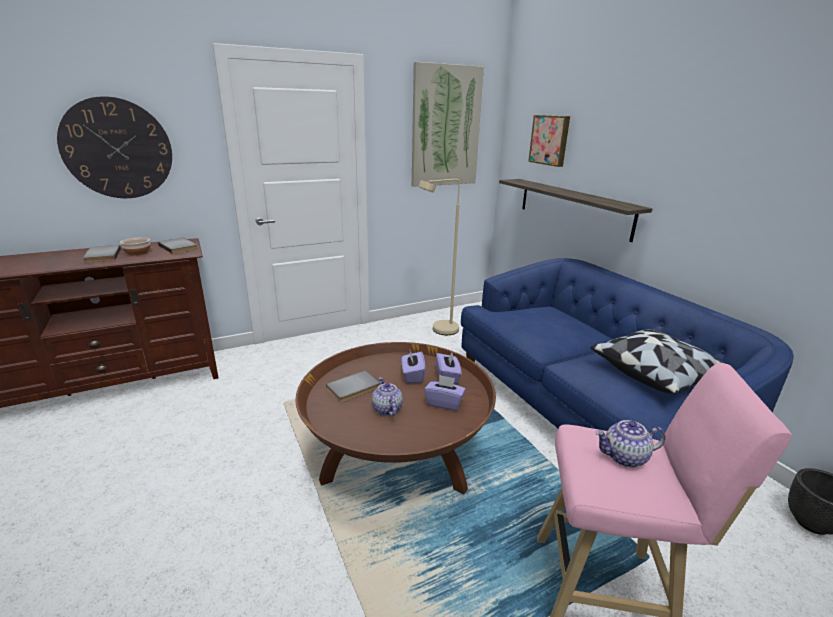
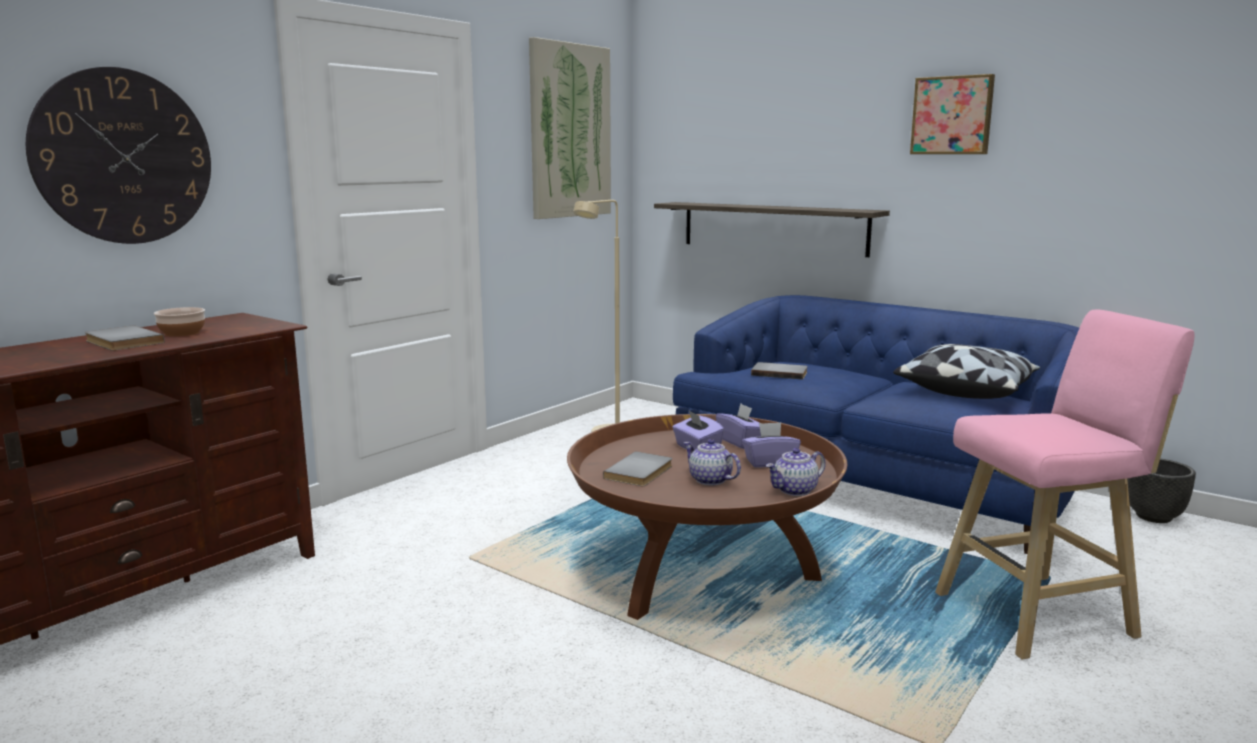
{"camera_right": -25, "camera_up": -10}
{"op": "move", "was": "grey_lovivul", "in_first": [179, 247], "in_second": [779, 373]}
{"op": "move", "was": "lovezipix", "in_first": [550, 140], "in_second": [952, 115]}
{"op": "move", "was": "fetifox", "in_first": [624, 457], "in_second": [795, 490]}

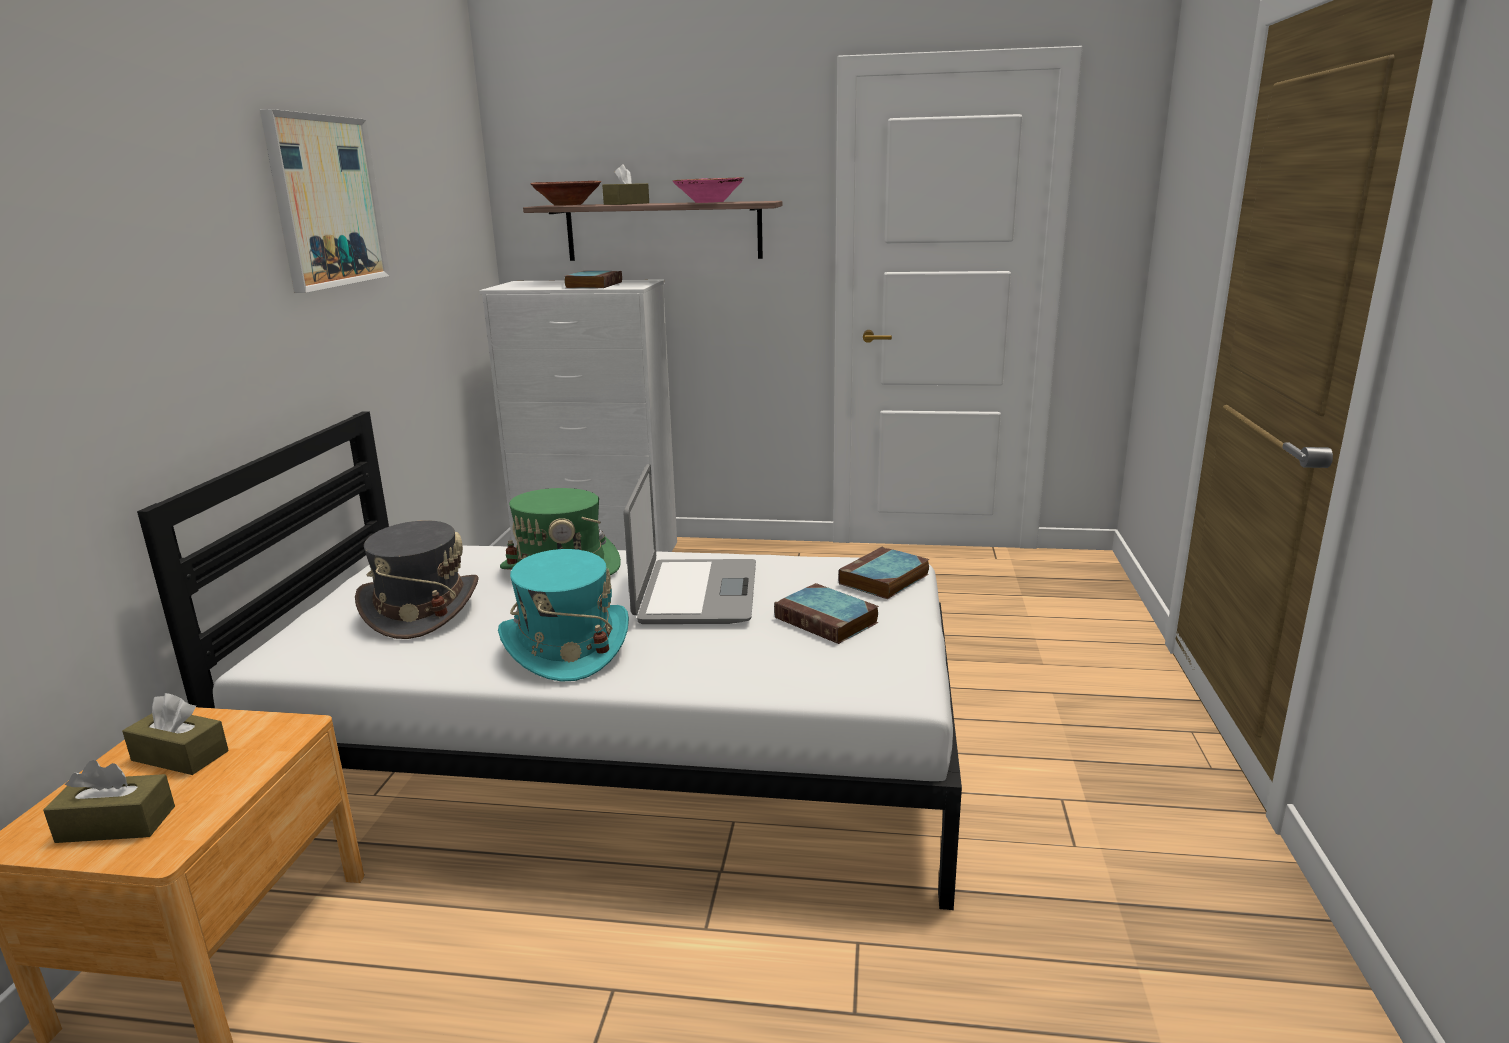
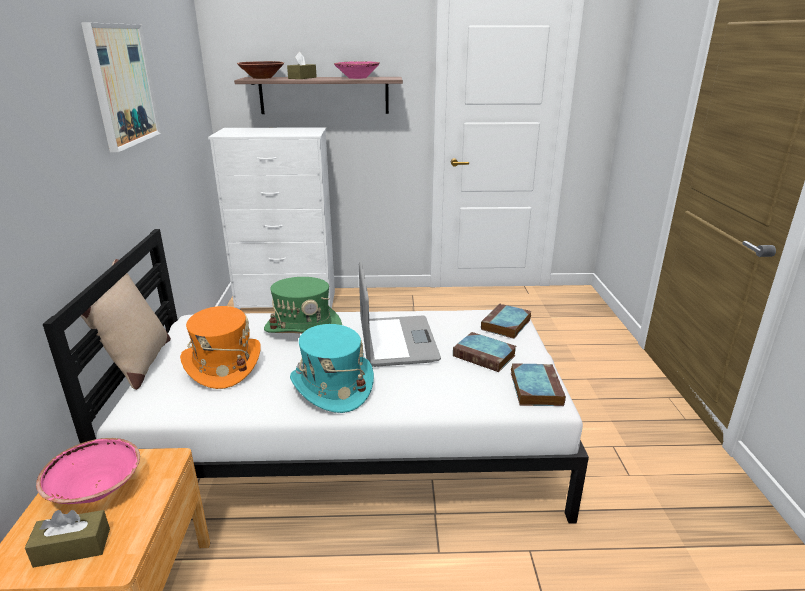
{"camera_right": -10, "camera_up": 5}
{"op": "replace", "was": "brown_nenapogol", "now": "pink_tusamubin", "in_first": [180, 756], "in_second": [95, 489]}
{"op": "recolor", "was": "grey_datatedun", "now": "orange_datatedun", "in_first": [421, 609], "in_second": [223, 365]}
{"op": "move", "was": "lovivul", "in_first": [594, 285], "in_second": [535, 388]}
{"op": "insert", "now": "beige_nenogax", "in_second": [138, 365]}

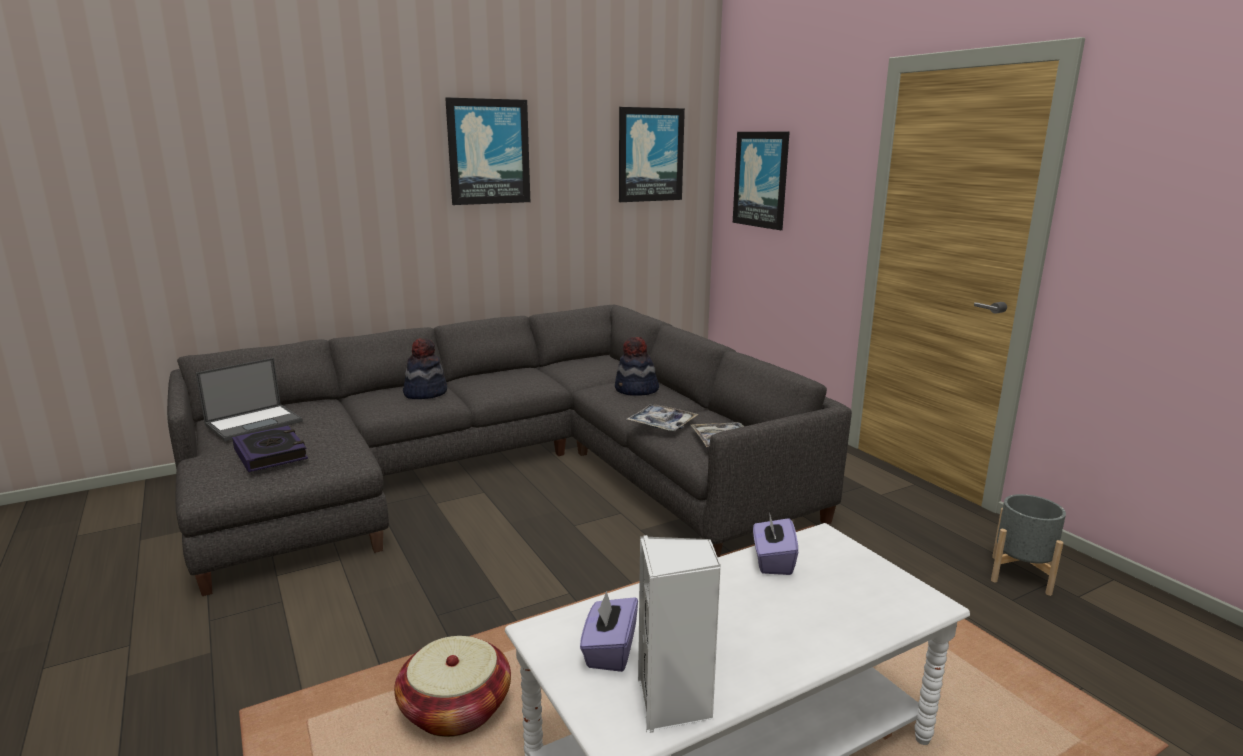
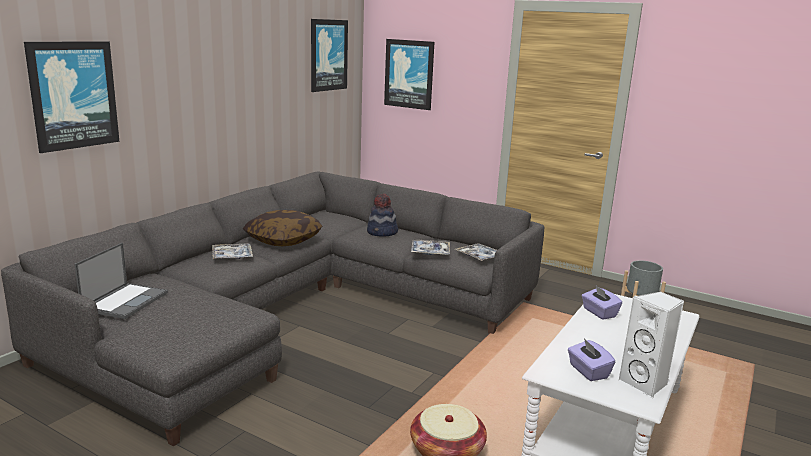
{"camera_right": -30, "camera_up": 0}
{"op": "delete", "was": "lovivul", "in_first": [271, 454]}
{"op": "replace", "was": "datatedun", "now": "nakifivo", "in_first": [425, 393], "in_second": [232, 256]}
{"op": "move", "was": "lovezipix", "in_first": [488, 152], "in_second": [73, 95]}
{"op": "insert", "now": "nenogax", "in_second": [283, 240]}

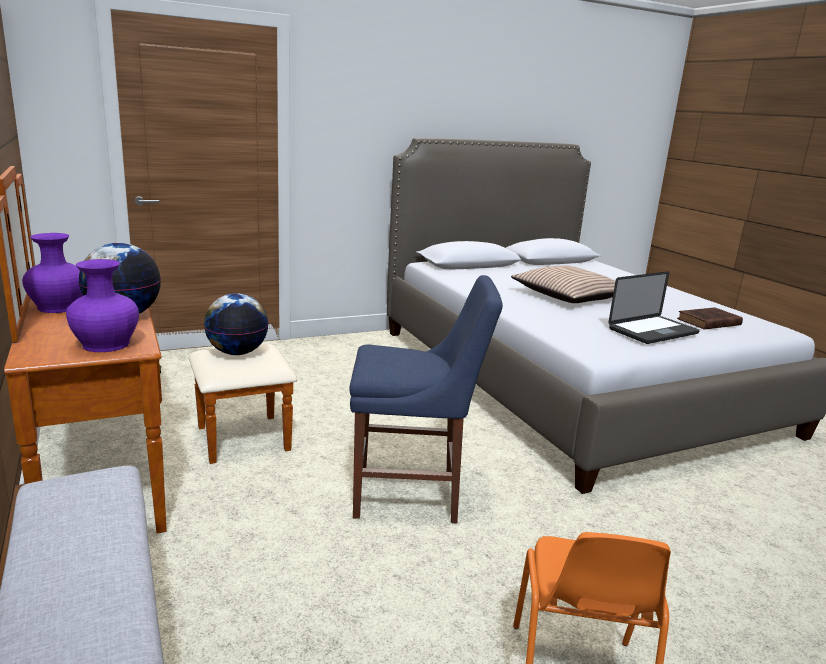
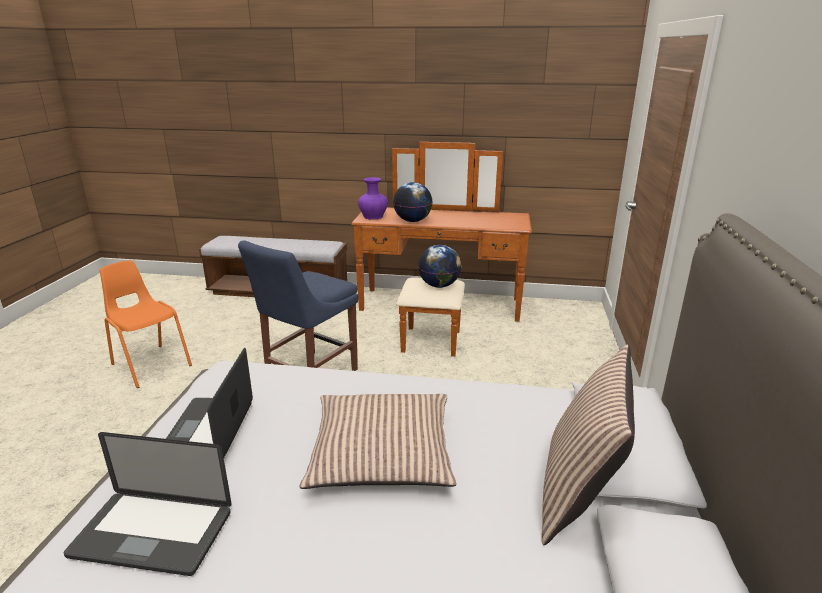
{"camera_right": 125, "camera_up": 5}
{"op": "delete", "was": "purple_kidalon", "in_first": [58, 307]}
{"op": "replace", "was": "brown_lovivul", "now": "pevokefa", "in_first": [707, 322], "in_second": [152, 534]}
{"op": "insert", "now": "nenogax", "in_second": [578, 494]}

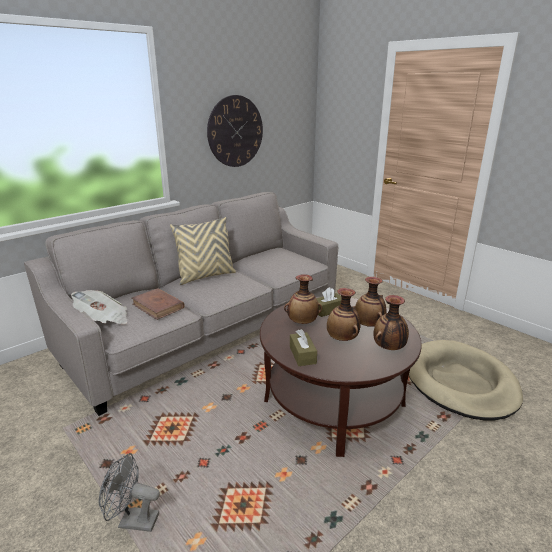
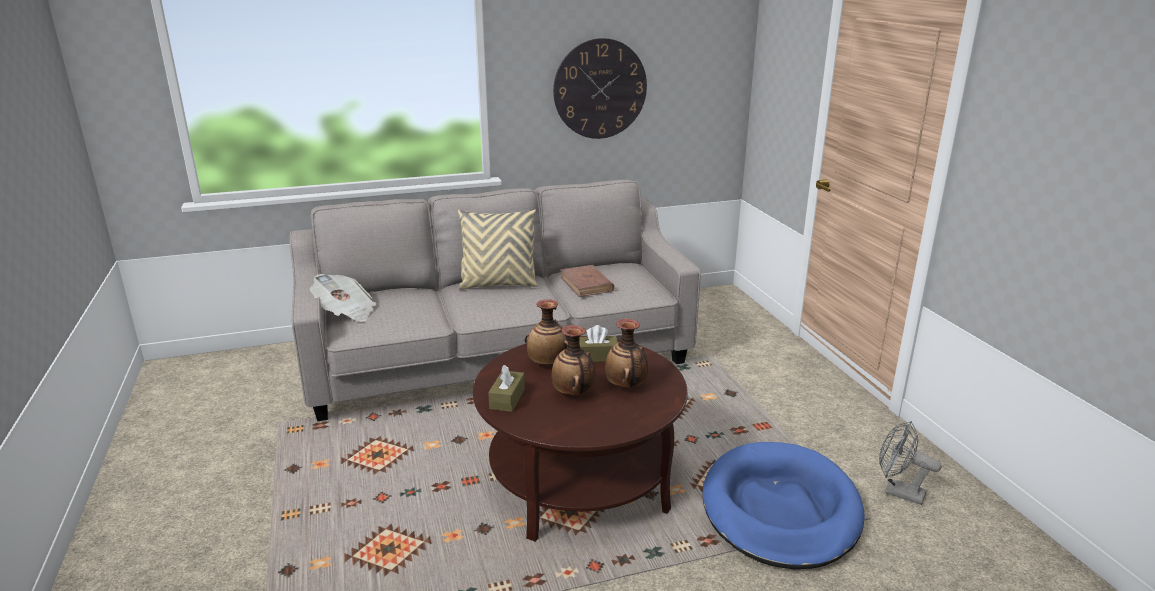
{"camera_right": 25, "camera_up": 0}
{"op": "move", "was": "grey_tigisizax", "in_first": [132, 521], "in_second": [897, 492]}
{"op": "move", "was": "brown_lovivul", "in_first": [158, 306], "in_second": [586, 284]}
{"op": "delete", "was": "kidalon", "in_first": [389, 348]}
{"op": "recolor", "was": "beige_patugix", "now": "blue_patugix", "in_first": [460, 382], "in_second": [780, 509]}

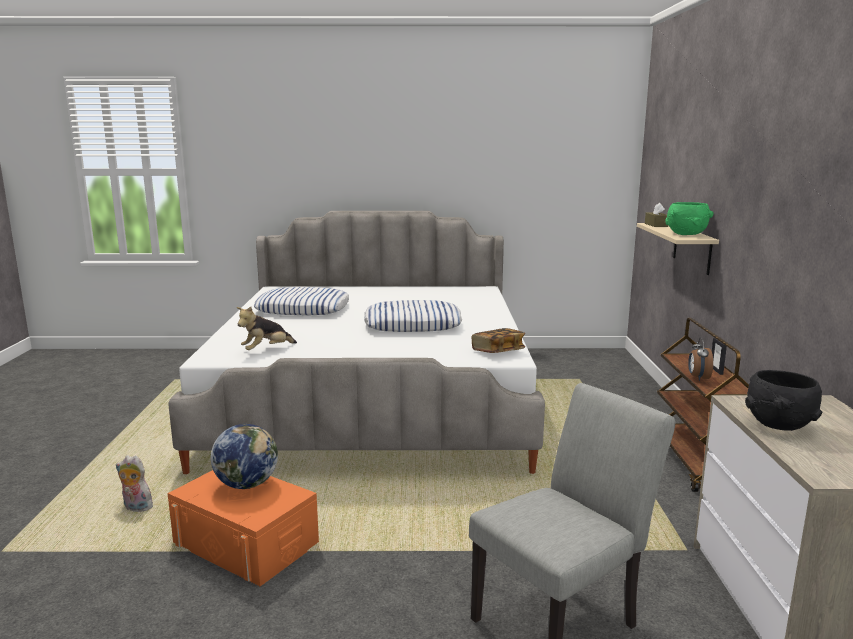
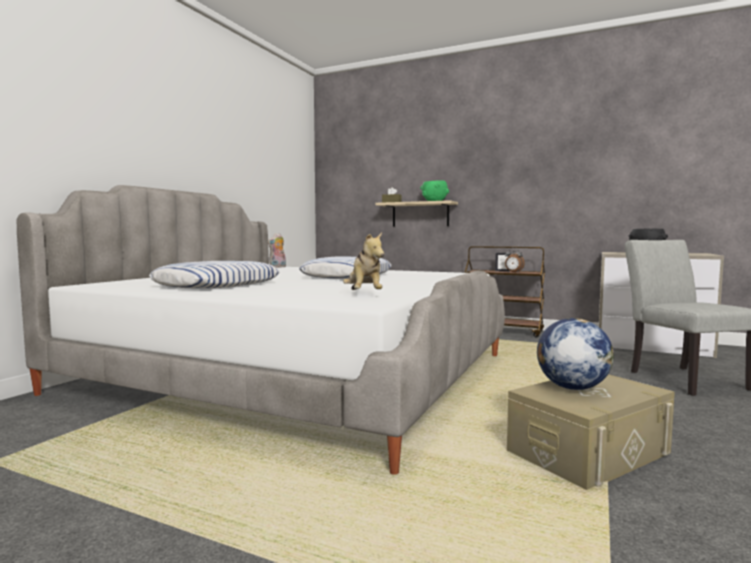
{"camera_right": -65, "camera_up": -10}
{"op": "move", "was": "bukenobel", "in_first": [136, 508], "in_second": [278, 267]}
{"op": "recolor", "was": "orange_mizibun", "now": "beige_mizibun", "in_first": [246, 543], "in_second": [588, 452]}
{"op": "delete", "was": "lovivul", "in_first": [498, 351]}

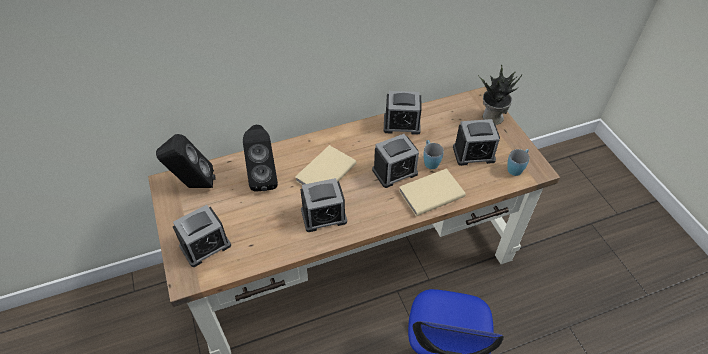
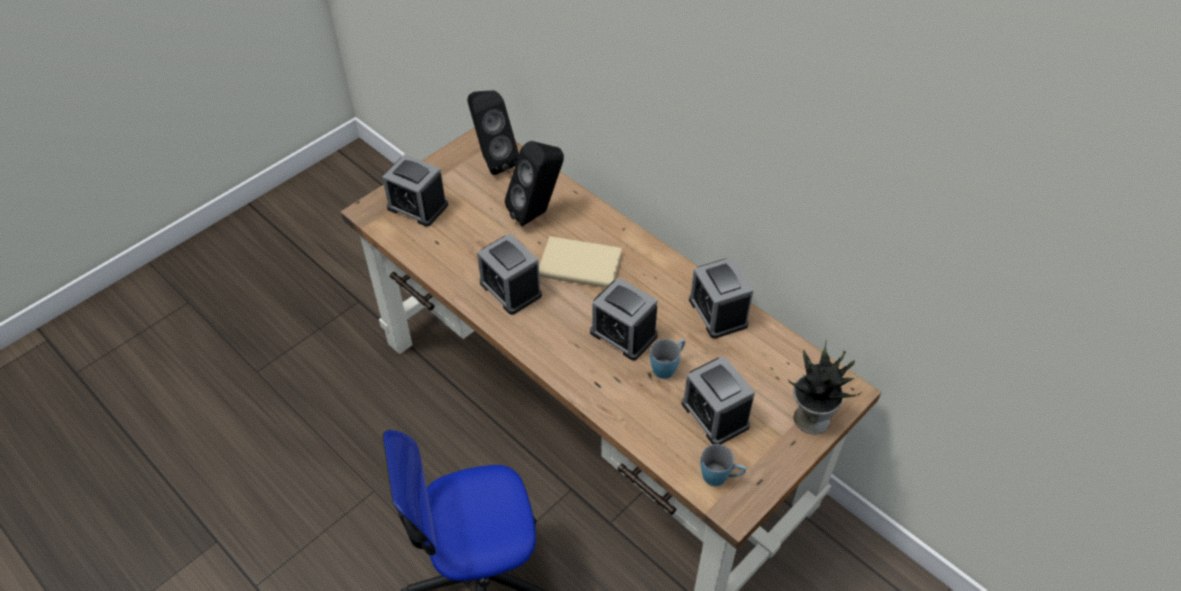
{"camera_right": 65, "camera_up": 0}
{"op": "delete", "was": "beige_lovivul", "in_first": [430, 193]}

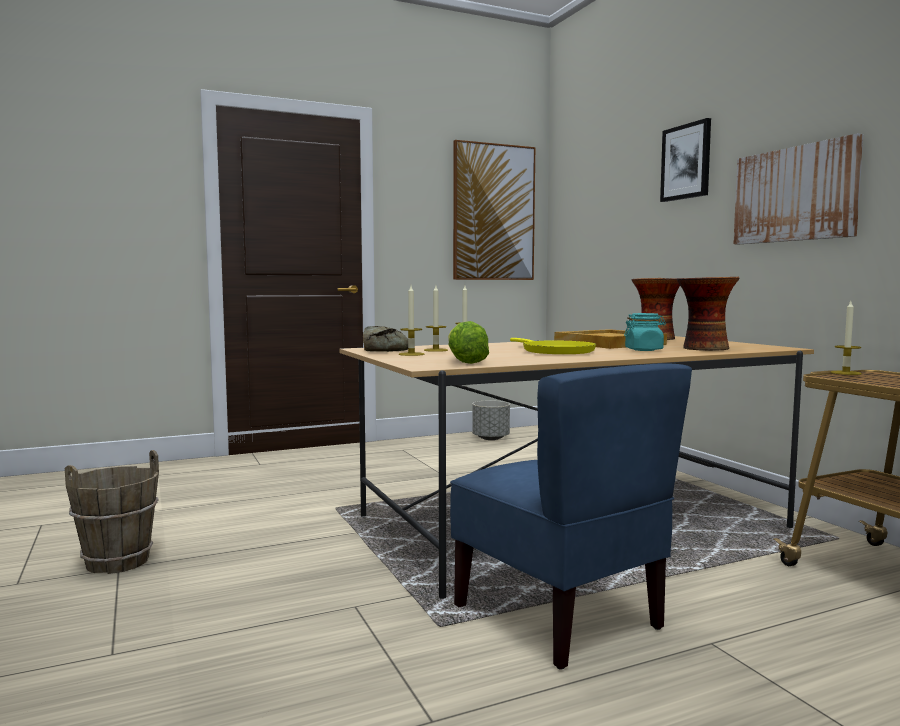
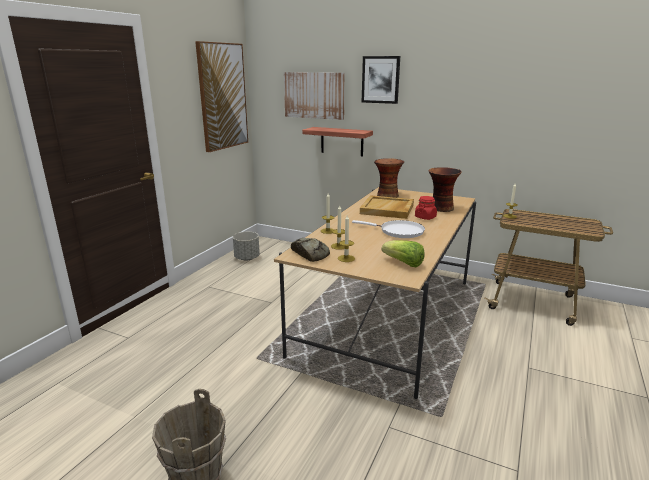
{"camera_right": -40, "camera_up": 15}
{"op": "delete", "was": "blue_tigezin", "in_first": [559, 616]}
{"op": "recolor", "was": "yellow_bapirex", "now": "white_bapirex", "in_first": [555, 351], "in_second": [398, 231]}
{"op": "recolor", "was": "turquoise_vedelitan", "now": "red_vedelitan", "in_first": [644, 350], "in_second": [425, 217]}
{"op": "move", "was": "lovezipix", "in_first": [795, 194], "in_second": [314, 95]}
{"op": "insert", "now": "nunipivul", "in_second": [342, 141]}

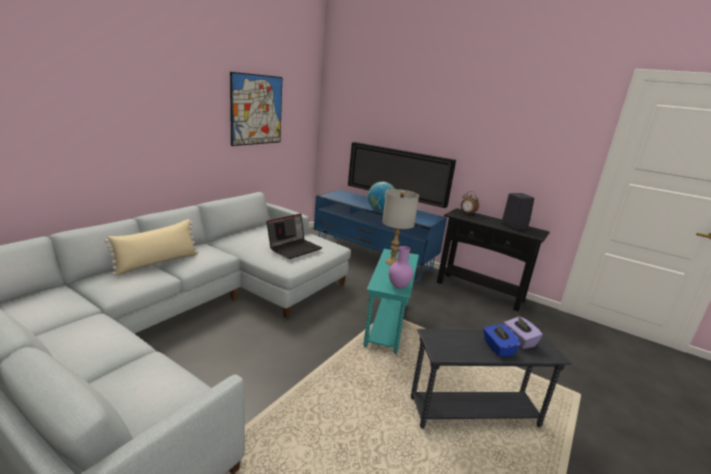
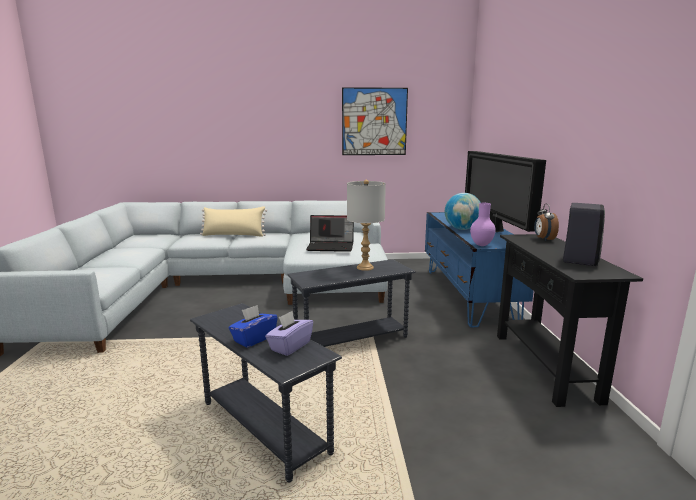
{"camera_right": 55, "camera_up": -5}
{"op": "recolor", "was": "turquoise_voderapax", "now": "grey_voderapax", "in_first": [388, 324], "in_second": [352, 340]}
{"op": "move", "was": "purple_kidalon", "in_first": [398, 286], "in_second": [481, 245]}

